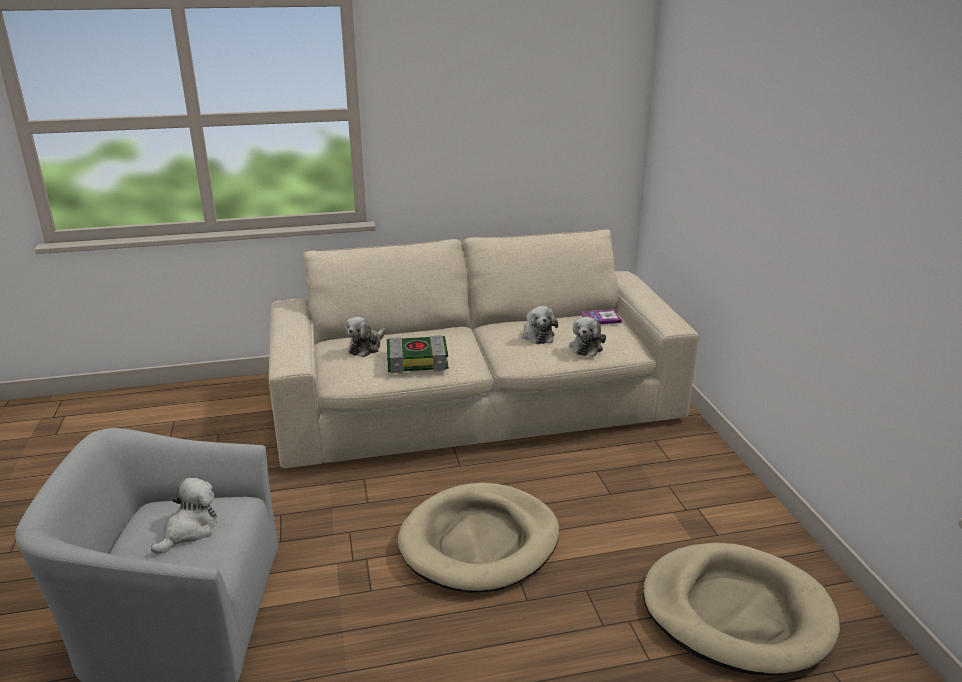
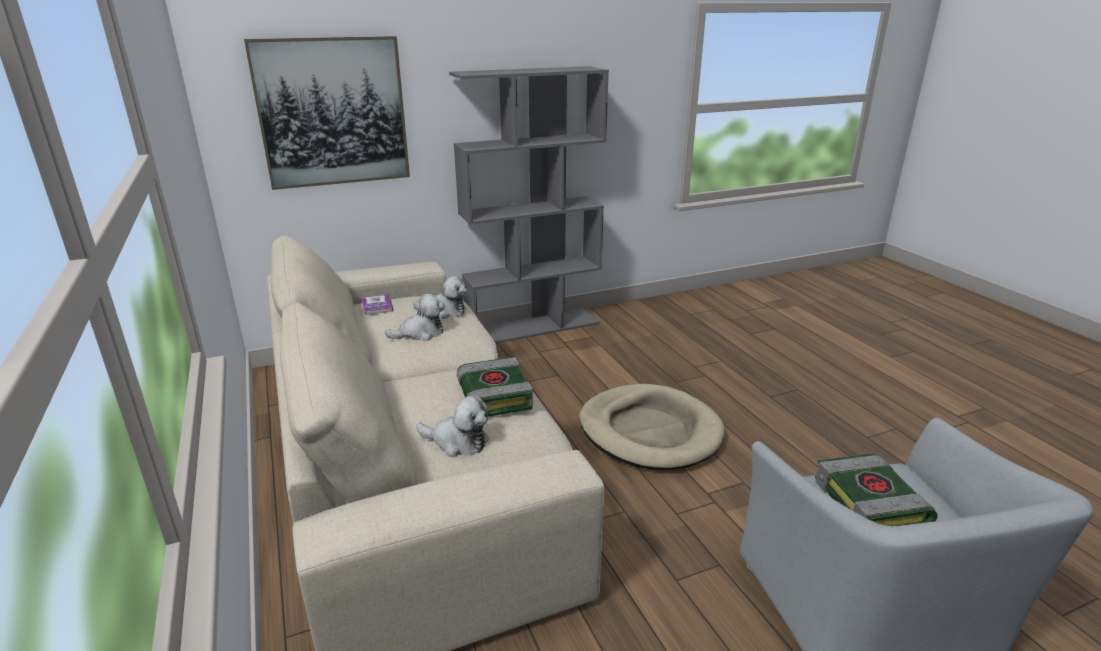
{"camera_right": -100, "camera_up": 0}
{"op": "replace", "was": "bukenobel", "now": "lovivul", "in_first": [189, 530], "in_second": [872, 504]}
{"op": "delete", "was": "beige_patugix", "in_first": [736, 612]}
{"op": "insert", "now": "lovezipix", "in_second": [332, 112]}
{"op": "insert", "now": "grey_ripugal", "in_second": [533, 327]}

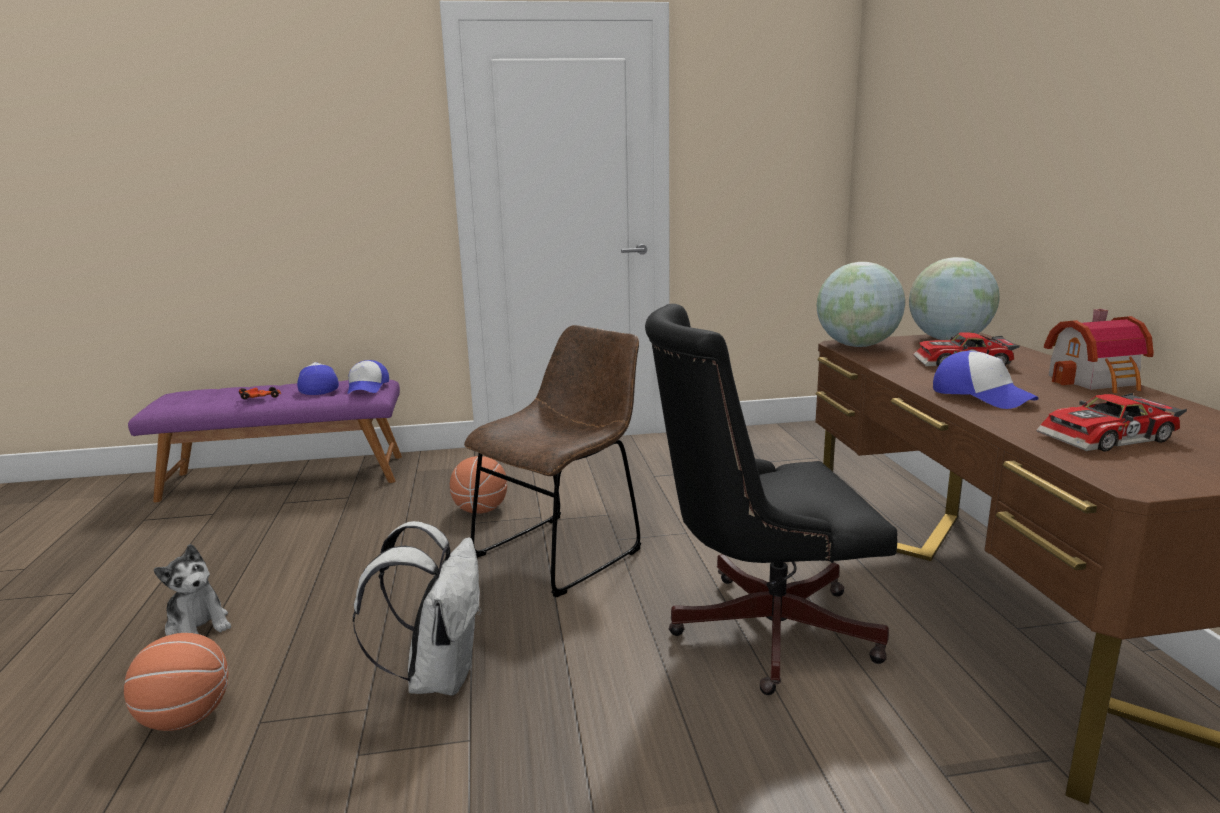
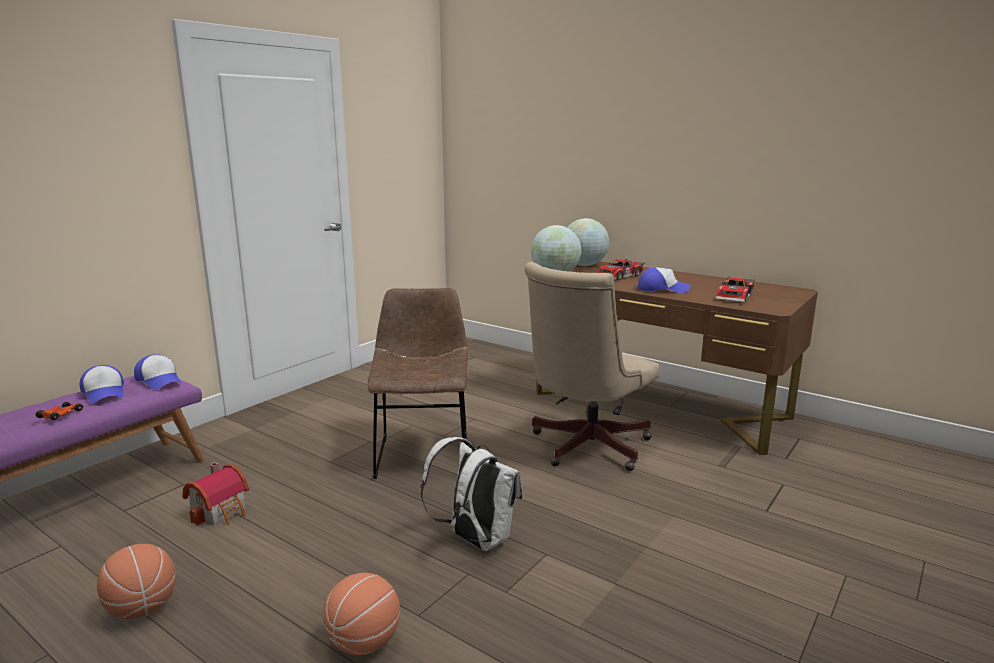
{"camera_right": -45, "camera_up": 0}
{"op": "delete", "was": "bukenobel", "in_first": [198, 625]}
{"op": "rotate", "was": "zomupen", "in_first": [318, 387], "in_second": [104, 392], "clockwise": -150}
{"op": "move", "was": "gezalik", "in_first": [480, 510], "in_second": [142, 609]}
{"op": "recolor", "was": "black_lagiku", "now": "beige_lagiku", "in_first": [759, 629], "in_second": [585, 447]}
{"op": "move", "was": "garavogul", "in_first": [1097, 381], "in_second": [221, 511]}

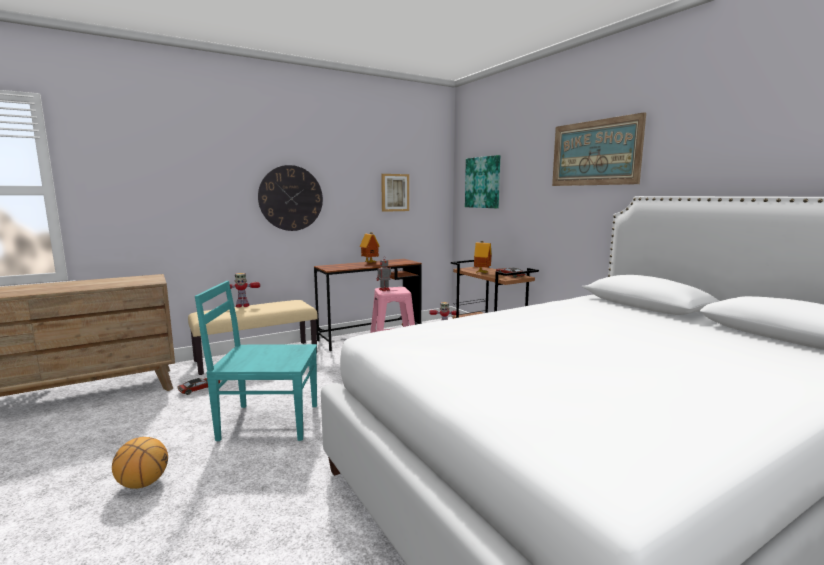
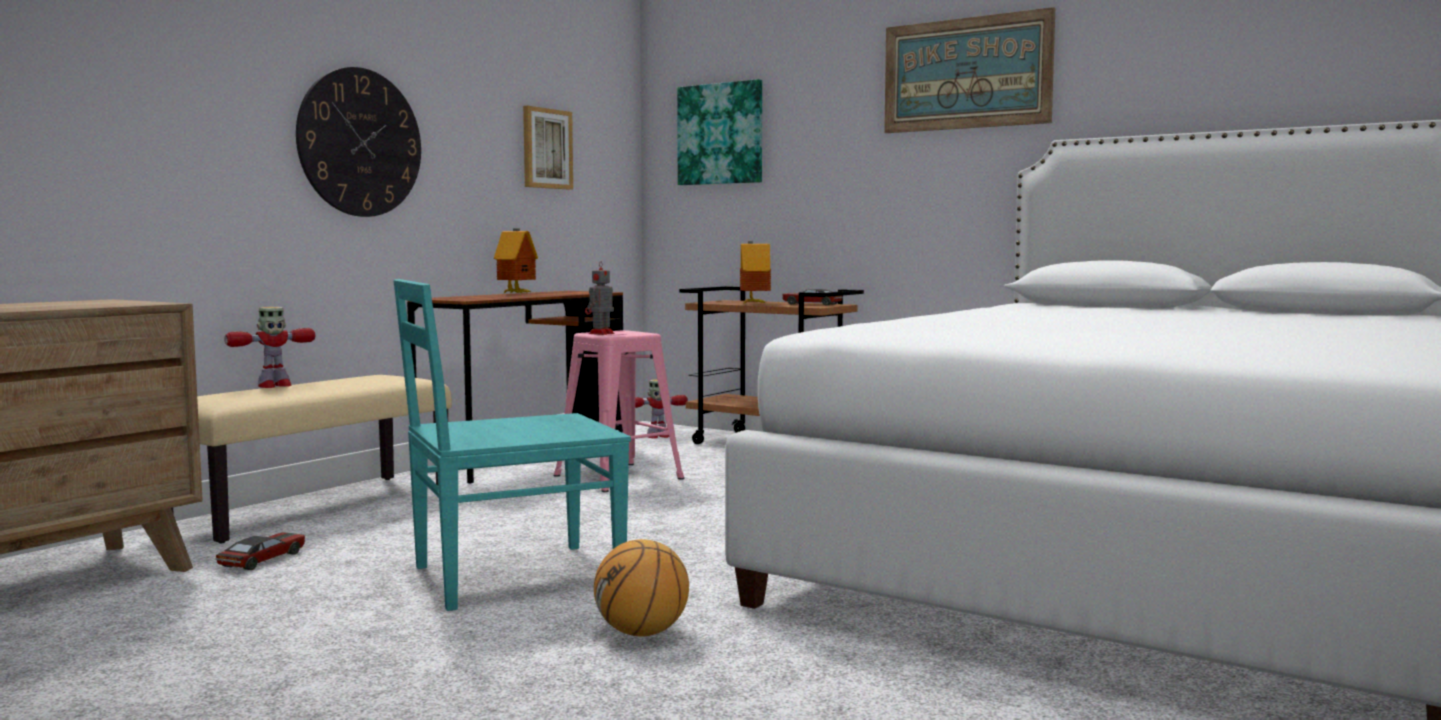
{"camera_right": -25, "camera_up": -5}
{"op": "move", "was": "gezalik", "in_first": [143, 483], "in_second": [642, 633]}

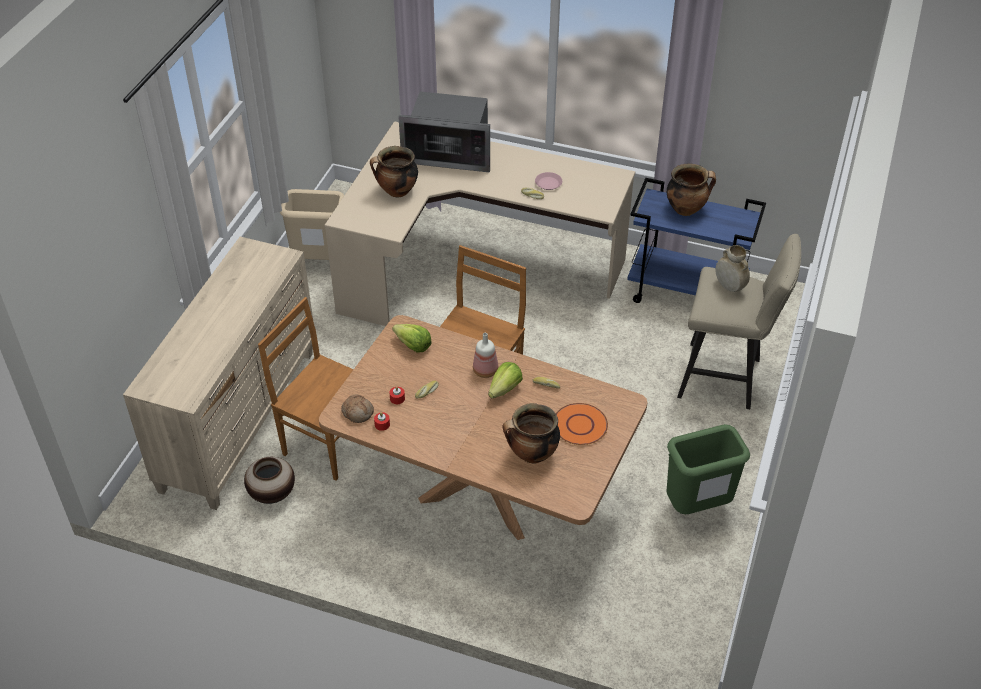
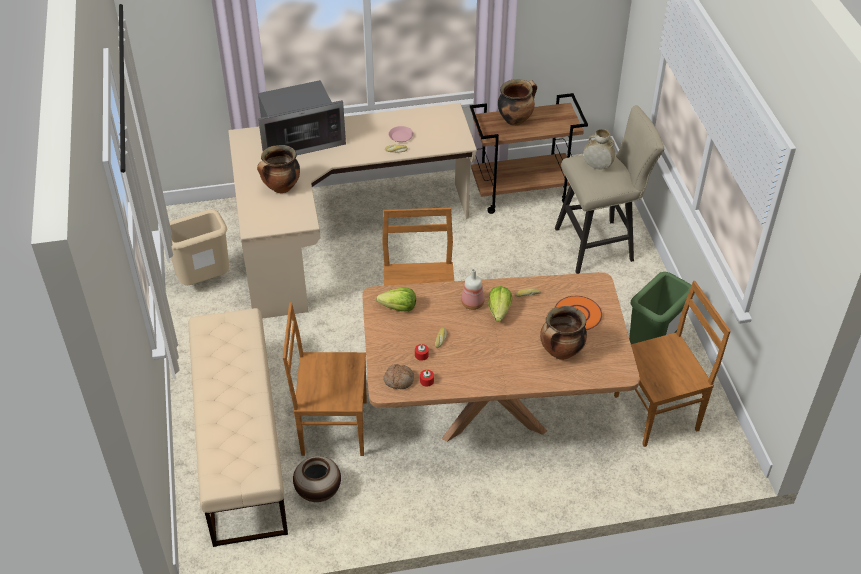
{"camera_right": -30, "camera_up": 0}
{"op": "replace", "was": "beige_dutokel", "now": "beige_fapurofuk", "in_first": [241, 419], "in_second": [241, 443]}
{"op": "recolor", "was": "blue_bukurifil", "now": "brown_bukurifil", "in_first": [686, 293], "in_second": [523, 192]}
{"op": "insert", "now": "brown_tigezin", "in_second": [658, 412]}

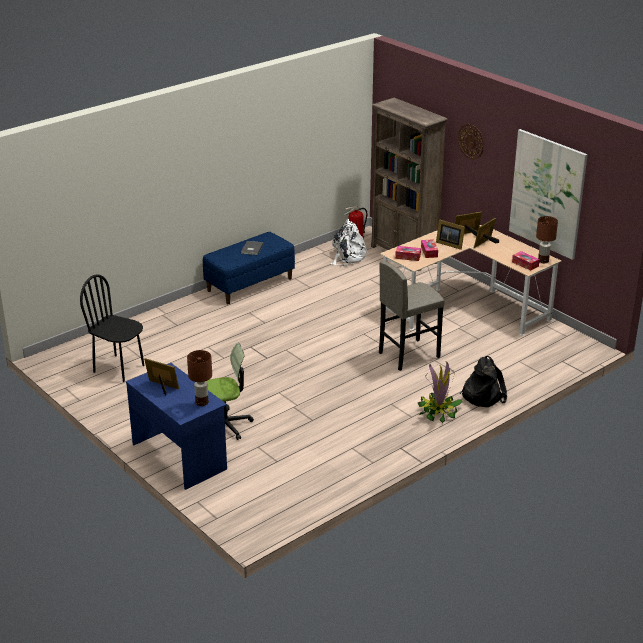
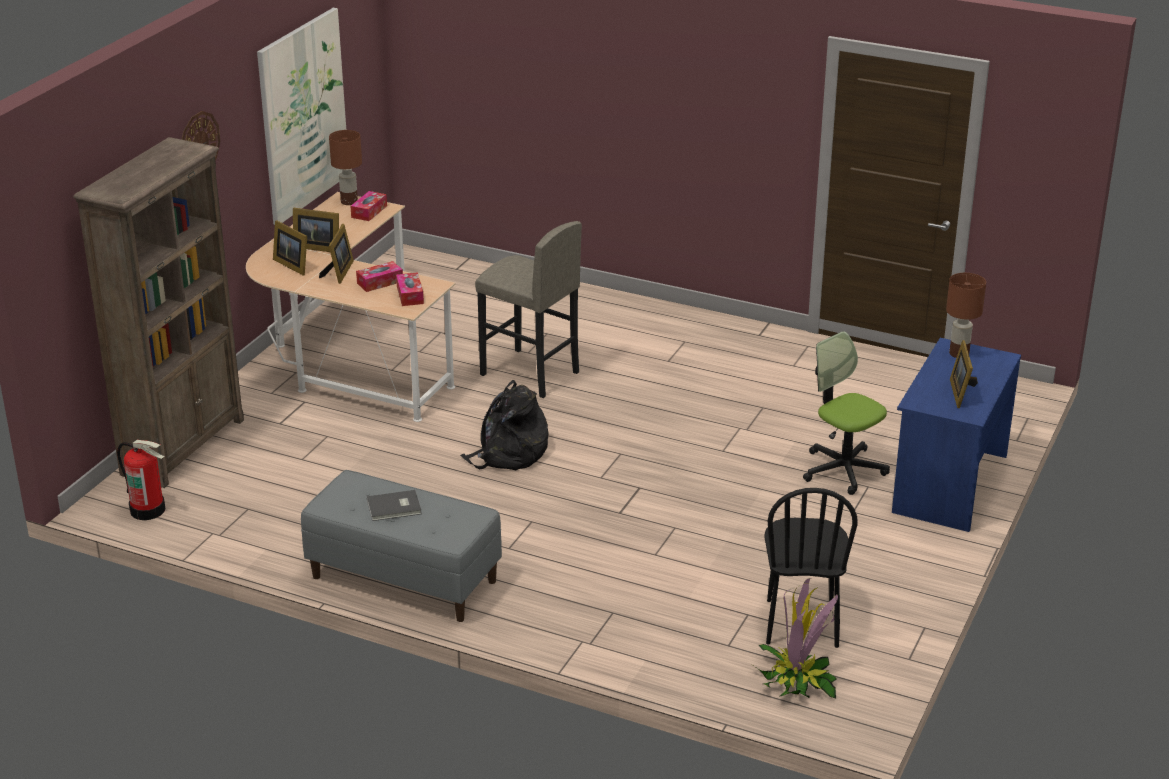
{"camera_right": -115, "camera_up": 0}
{"op": "recolor", "was": "blue_fapurofuk", "now": "grey_fapurofuk", "in_first": [250, 284], "in_second": [403, 579]}
{"op": "delete", "was": "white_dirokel", "in_first": [348, 257]}
{"op": "move", "was": "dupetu", "in_first": [437, 412], "in_second": [796, 681]}
{"op": "move", "was": "black_dirokel", "in_first": [482, 395], "in_second": [508, 454]}

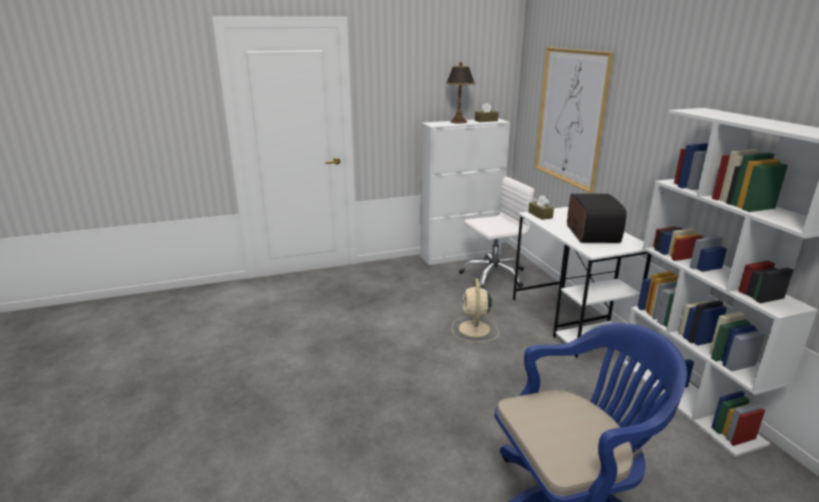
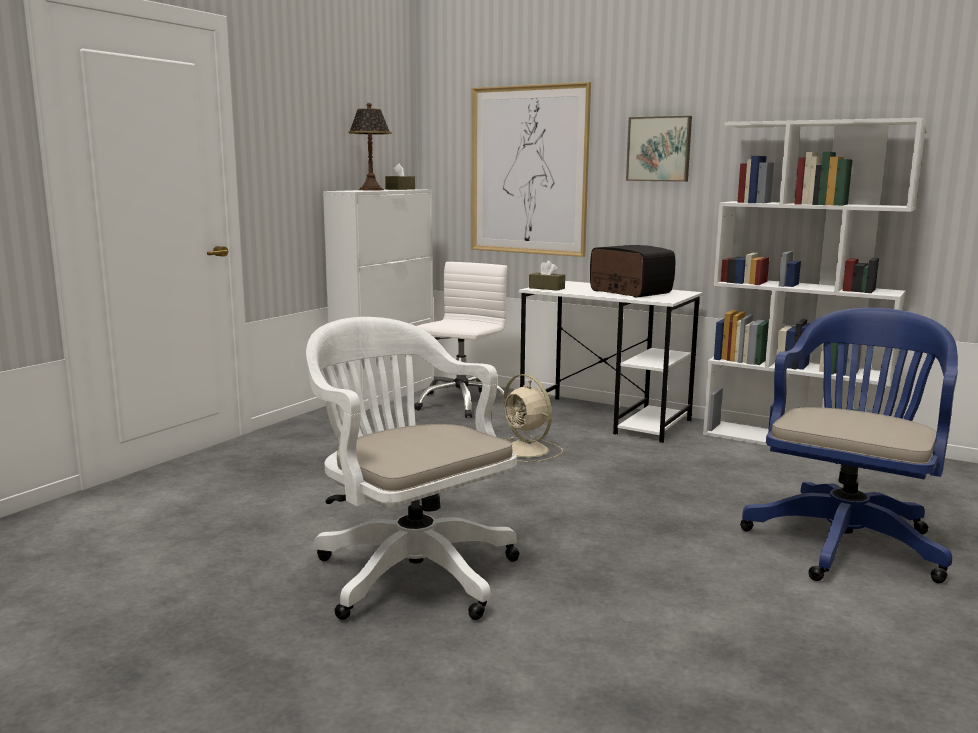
{"camera_right": -40, "camera_up": -10}
{"op": "insert", "now": "white_lagiku", "in_second": [409, 570]}
{"op": "insert", "now": "lovezipix", "in_second": [659, 149]}

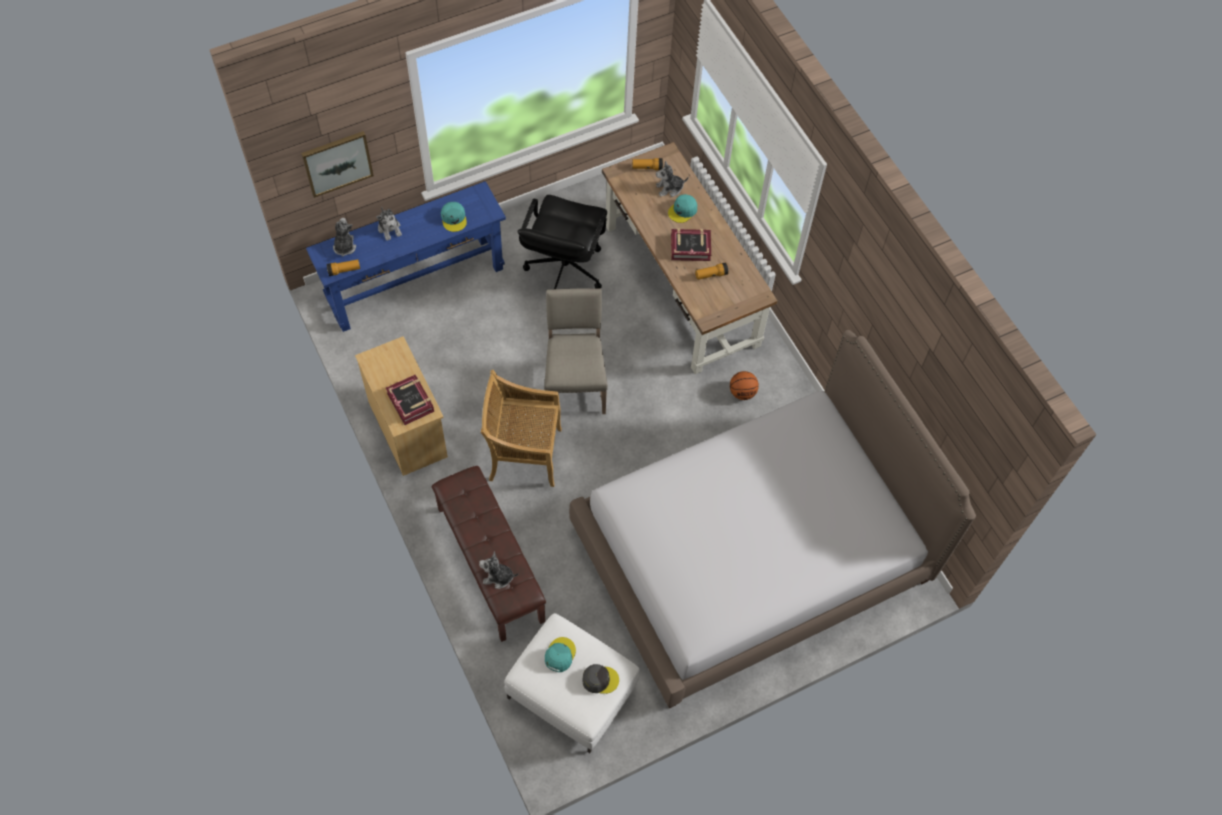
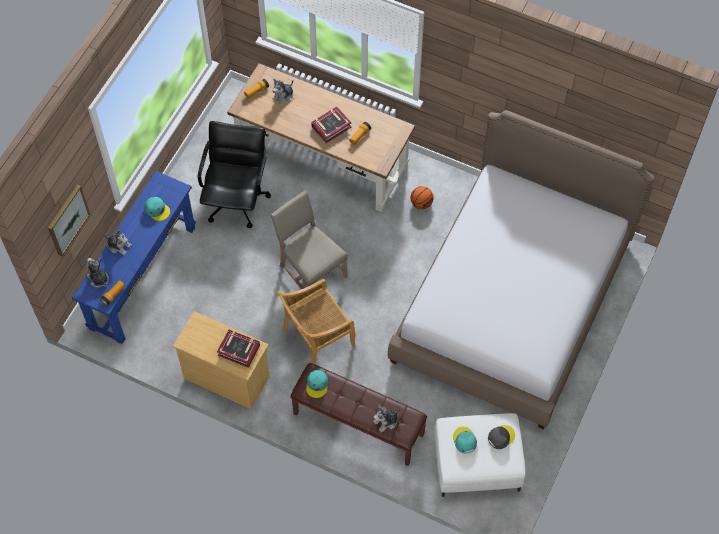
{"camera_right": -35, "camera_up": 0}
{"op": "rotate", "was": "black_lagiku", "in_first": [564, 270], "in_second": [237, 200], "clockwise": -150}
{"op": "move", "was": "turquoise_zomupen", "in_first": [683, 210], "in_second": [317, 384]}

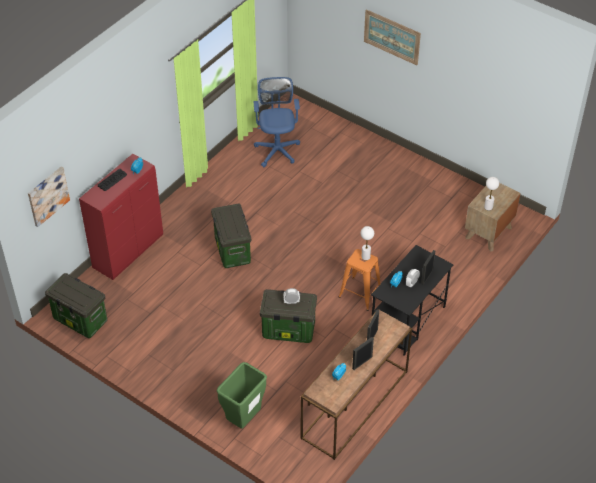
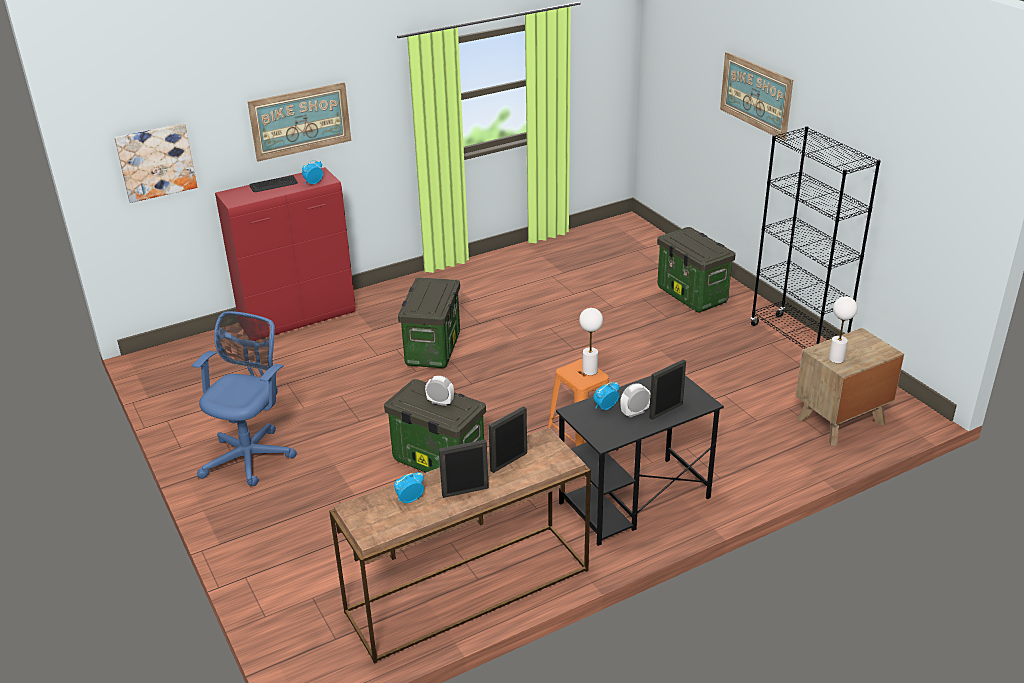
{"camera_right": 25, "camera_up": -15}
{"op": "move", "was": "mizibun", "in_first": [81, 320], "in_second": [693, 295]}
{"op": "delete", "was": "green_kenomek", "in_first": [243, 420]}
{"op": "move", "was": "blue_lagiku", "in_first": [277, 149], "in_second": [251, 456]}
{"op": "insert", "now": "lovezipix", "in_second": [300, 121]}
{"op": "insert", "now": "black_ripugal", "in_second": [797, 342]}

